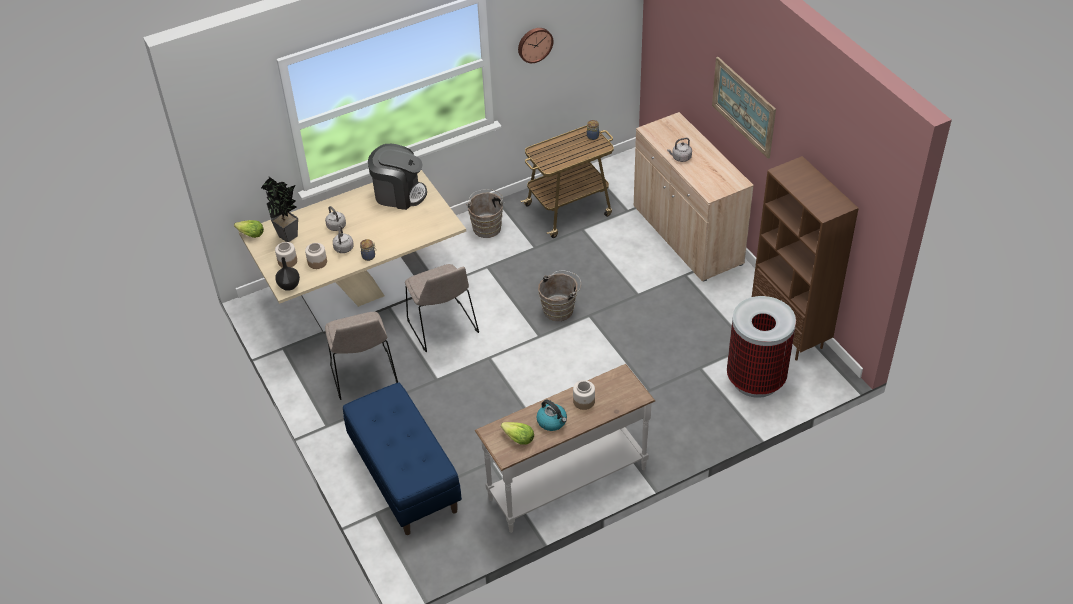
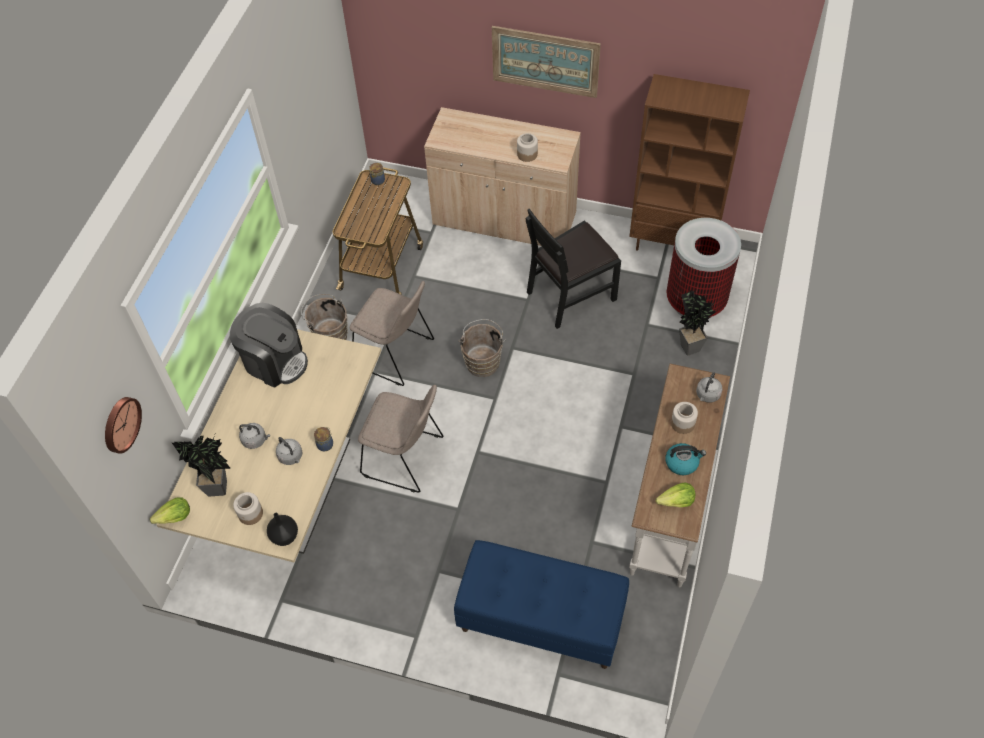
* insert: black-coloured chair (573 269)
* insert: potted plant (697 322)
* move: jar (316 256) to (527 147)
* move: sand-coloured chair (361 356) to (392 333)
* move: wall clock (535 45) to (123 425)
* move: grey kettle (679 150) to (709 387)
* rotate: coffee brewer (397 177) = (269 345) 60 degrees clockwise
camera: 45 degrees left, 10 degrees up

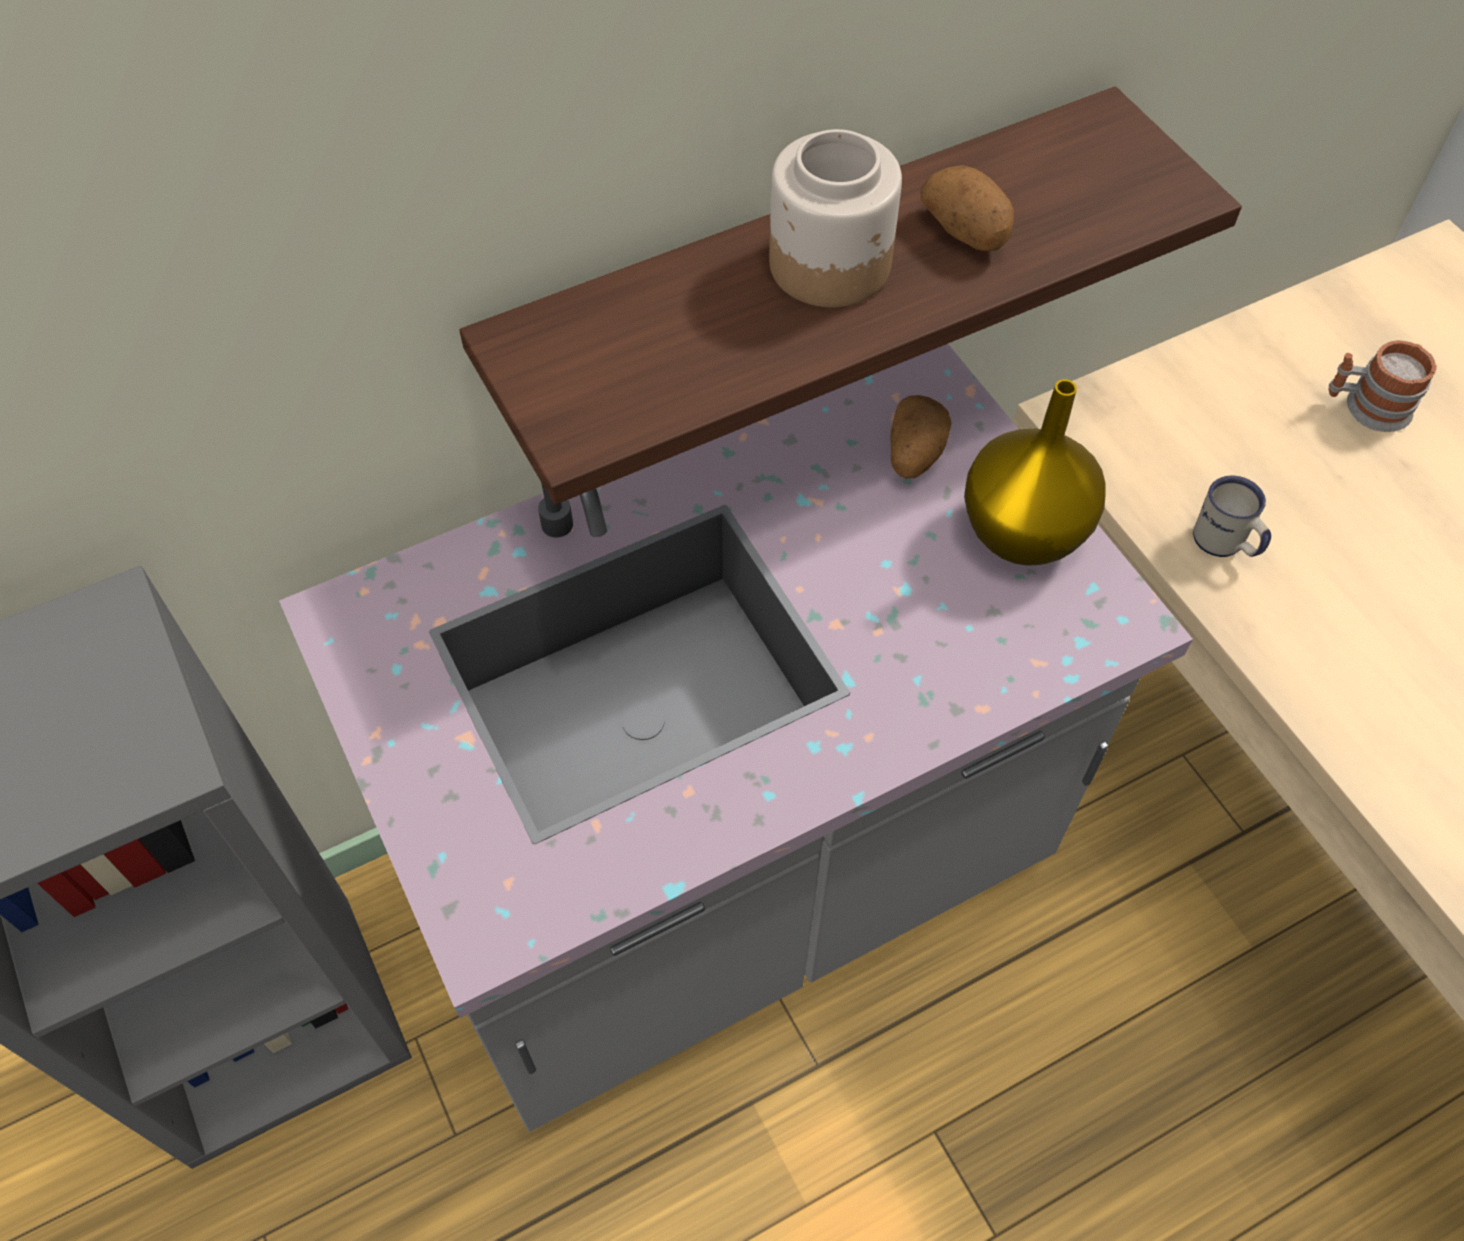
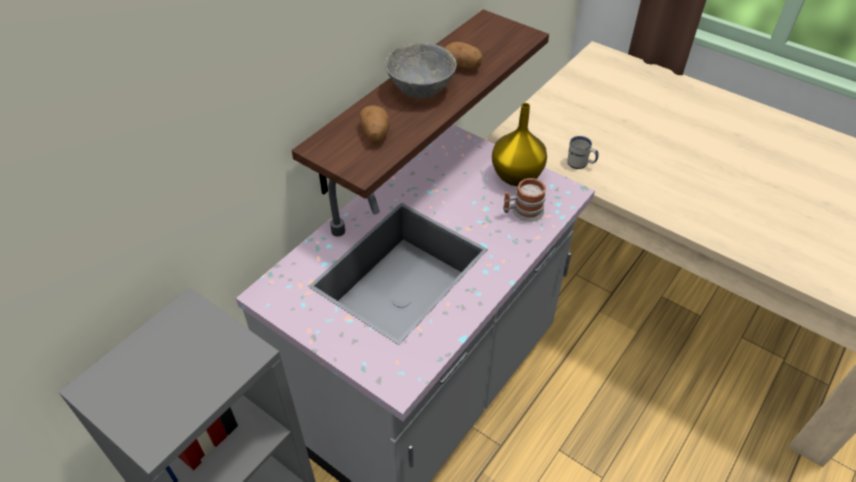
* move: spud (921 437) to (374 124)
* move: coffee mug (1383 386) to (524 200)
* replace: jar (835 218) to grey serving bowl (421 70)
camera: 25 degrees left, 10 degrees down

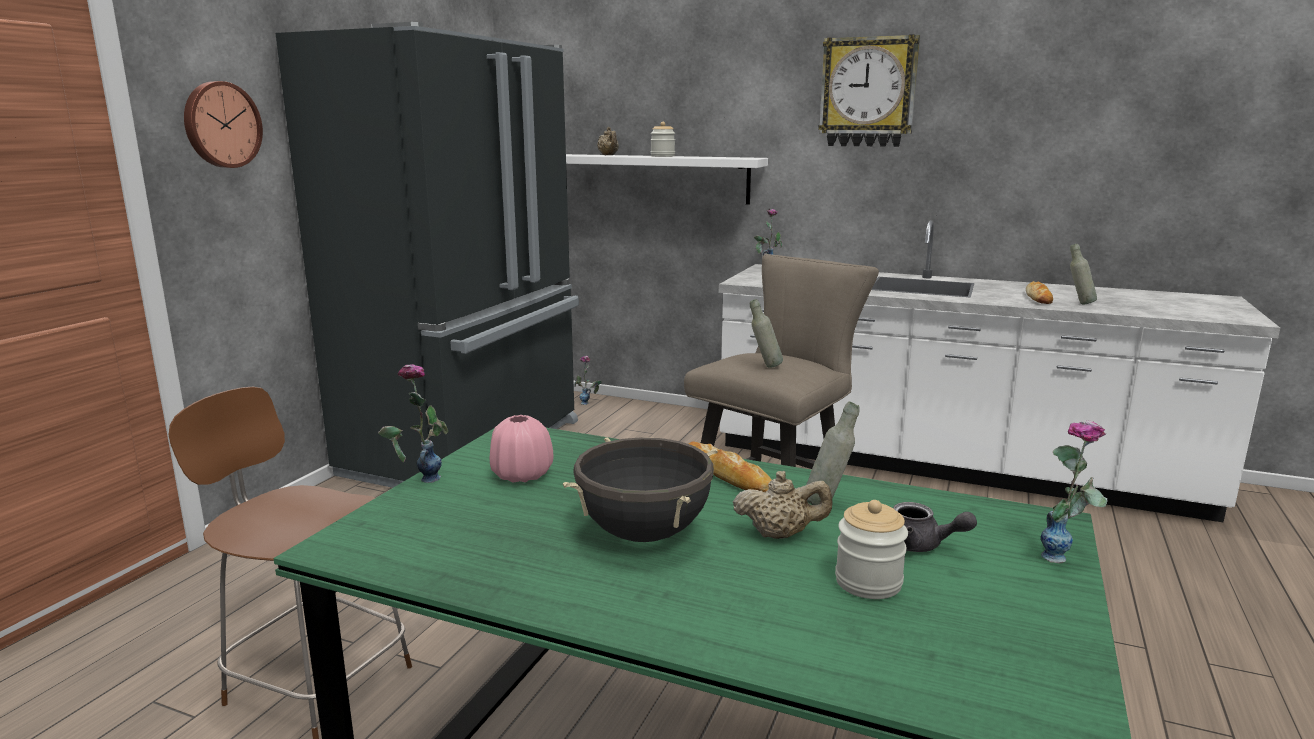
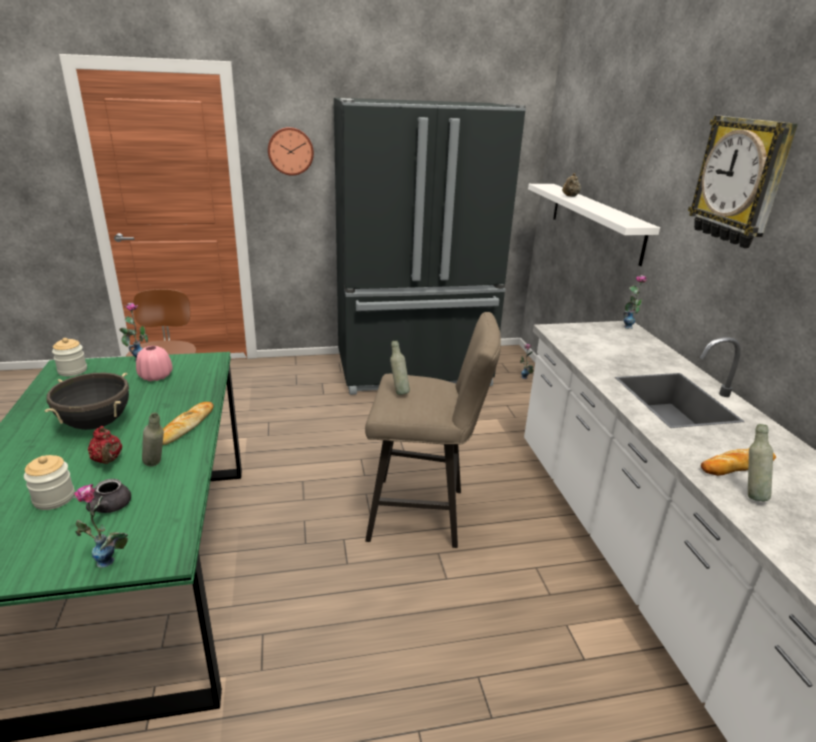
* move: jar (663 139) to (69 357)
* recolor: sand-coloured pot for tea (782 505) to reddish pot for tea (105 445)
camera: 55 degrees right, 10 degrees up

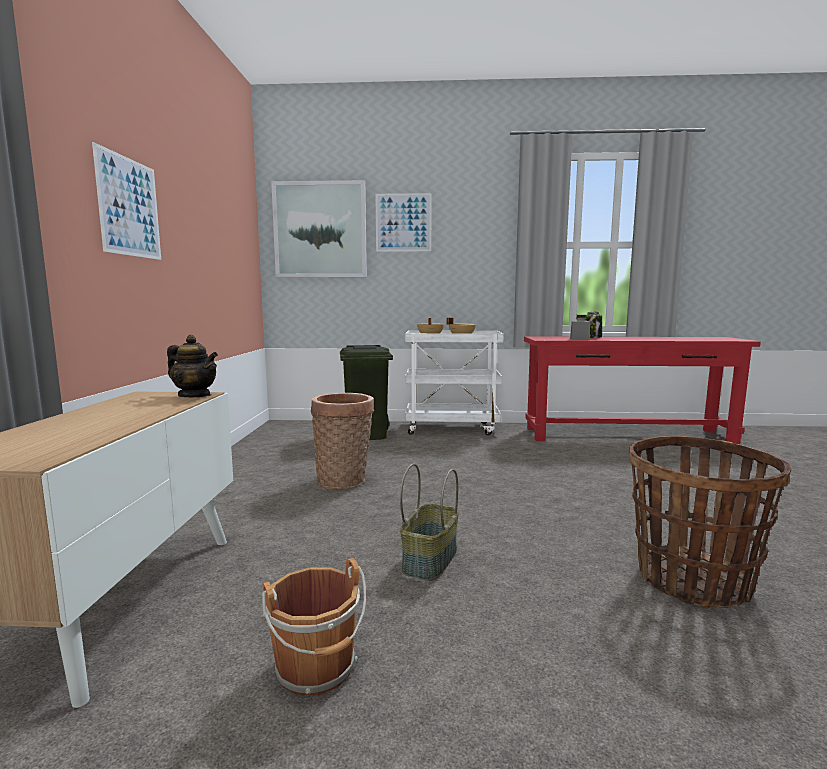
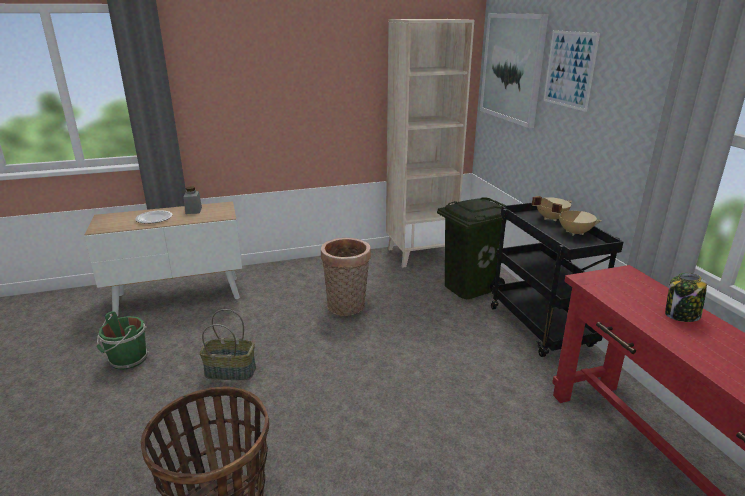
* delete: picture (126 201)
* delete: pot for tea (192 366)
* insert: flat dish (153 216)
* insert: sand-coloured bookcase (430 143)
* move: grey jar (580 327) to (192 200)
* recolor: brown-coloured pail (314 627) to green pail (123 340)
* recolor: whitish wheeled cart (454 383) to black-coloured wheeled cart (557 280)
camera: 70 degrees right, 15 degrees up

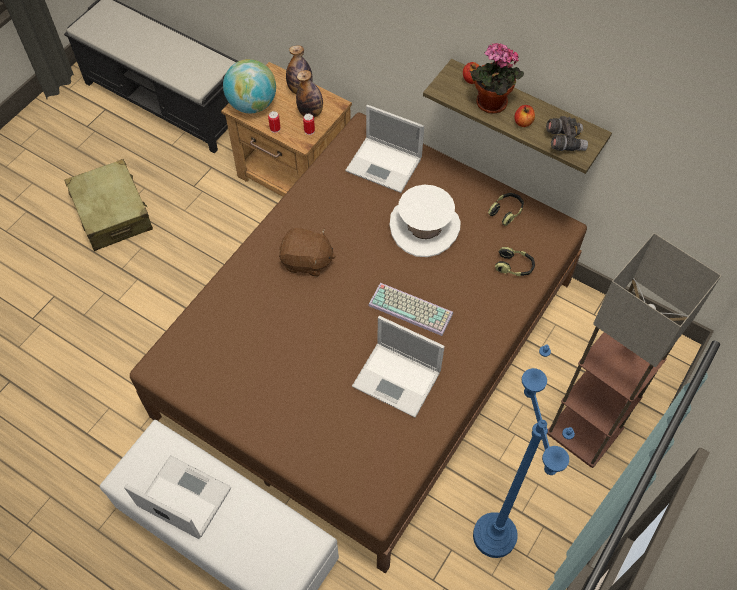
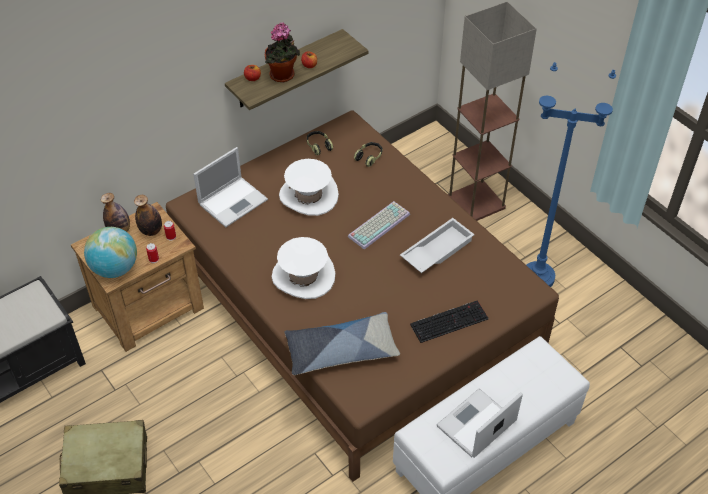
* delete: grey field glasses (567 133)
* insert: pillow (342 343)
* insert: computer keyboard (449 321)
* replace: brown-coloured soft toy (307 252) to whitish wearable hat (303 268)
* replace: laptop (398 367) to whitish carrying tray (437 245)
camera: 70 degrees left, 10 degrees down

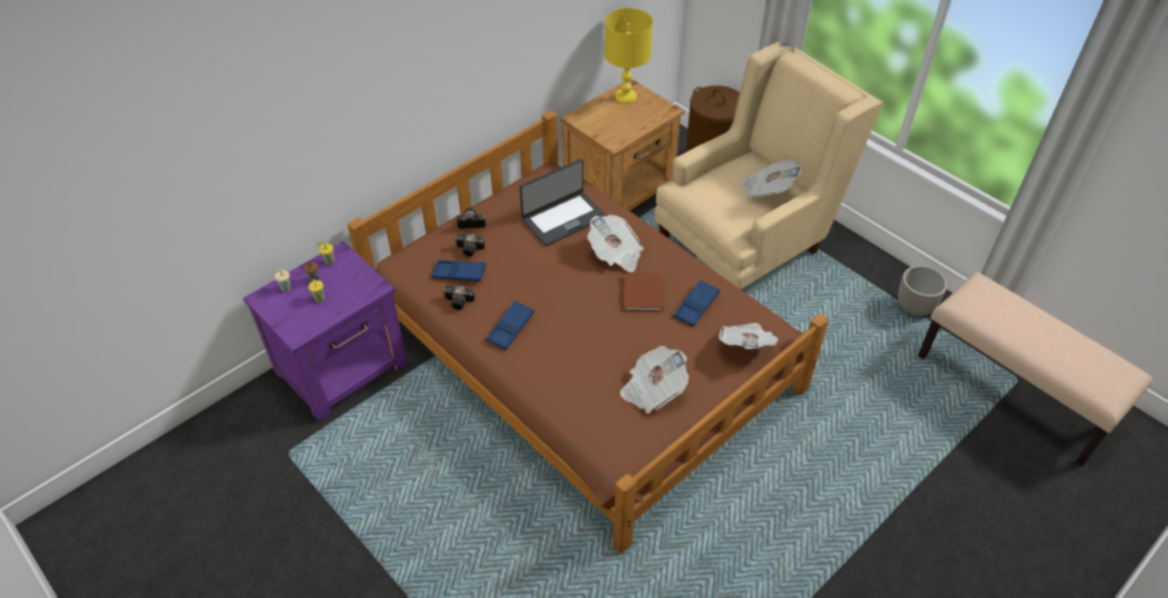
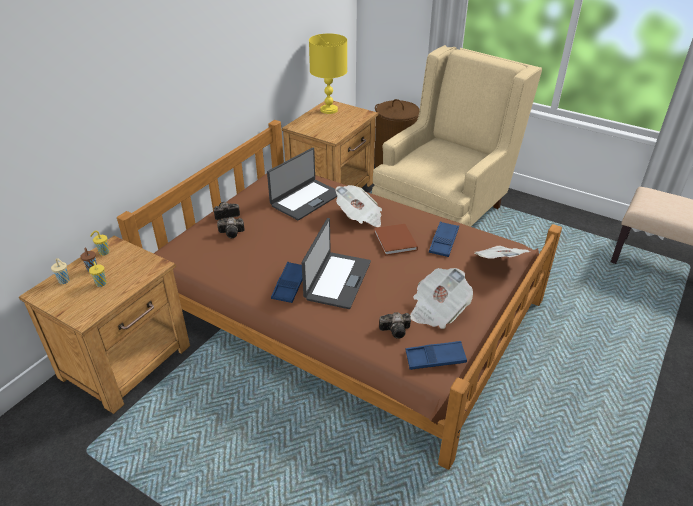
* delete: newspaper (772 179)
* delete: plant pot (922 290)
* insert: laptop (336 263)
* move: bluish carrying tray (459 271) to (436 355)
* move: photo camera (459 297) to (395 325)
* recolor: purple-coloured bedside table (325 331) to brown-coloured bedside table (104 325)
camera: 15 degrees left, 10 degrees down

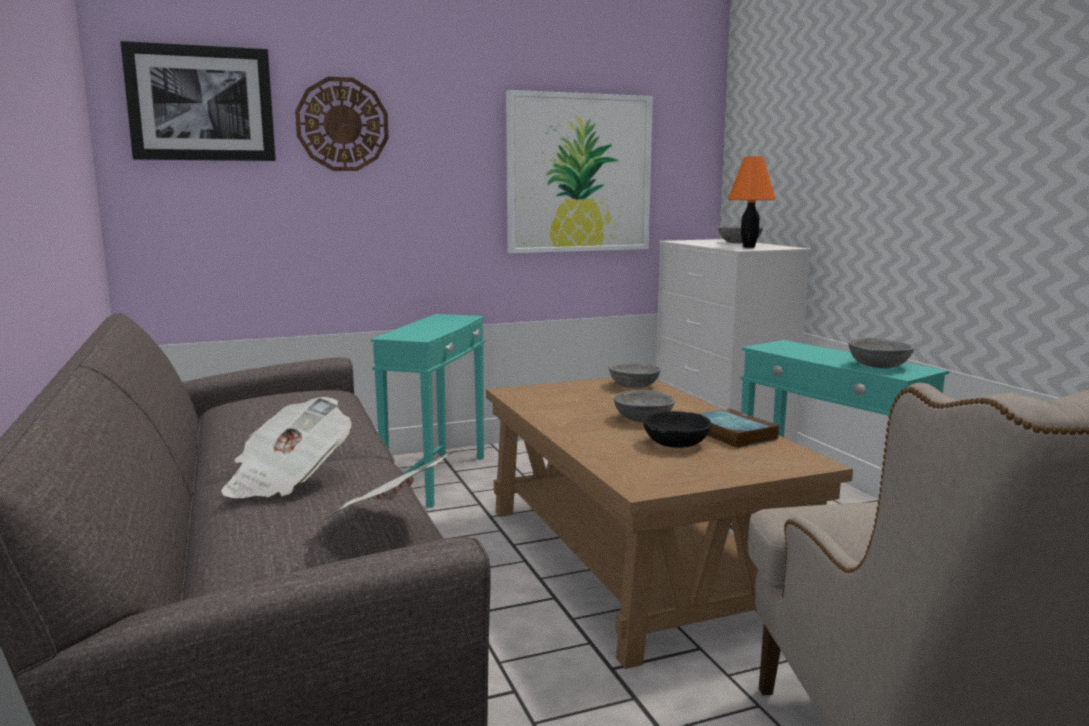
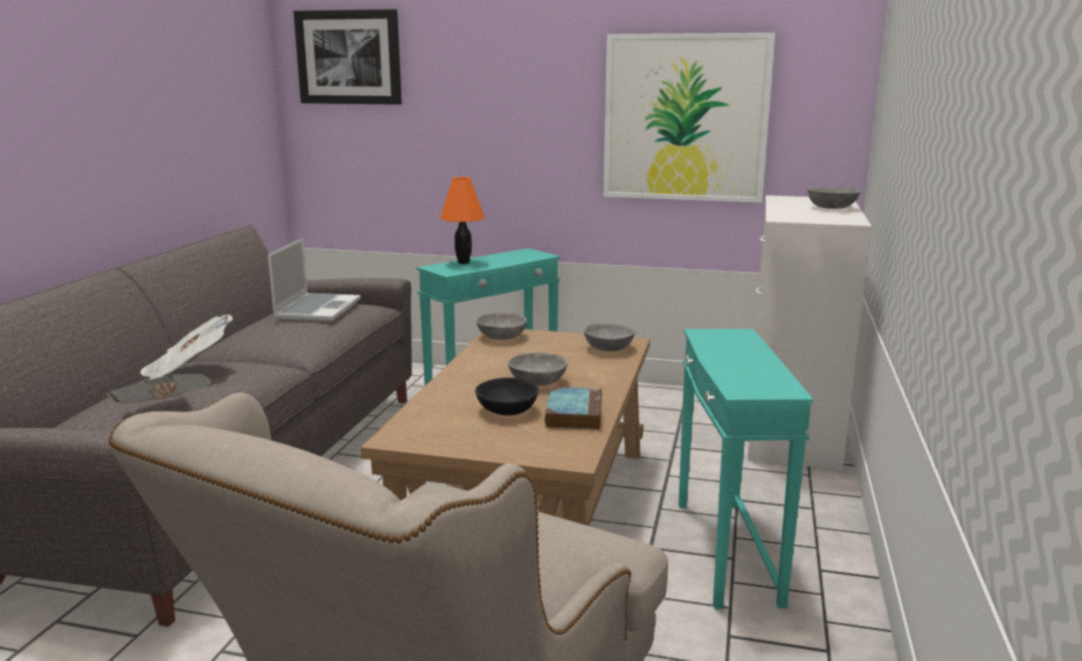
* delete: wall clock (342 124)
* insert: laptop (314 279)
* move: orange-coloured lamp for a table (752 202) to (462 220)
* move: grey serving bowl (881 353) to (501 326)
camera: 35 degrees right, 5 degrees up

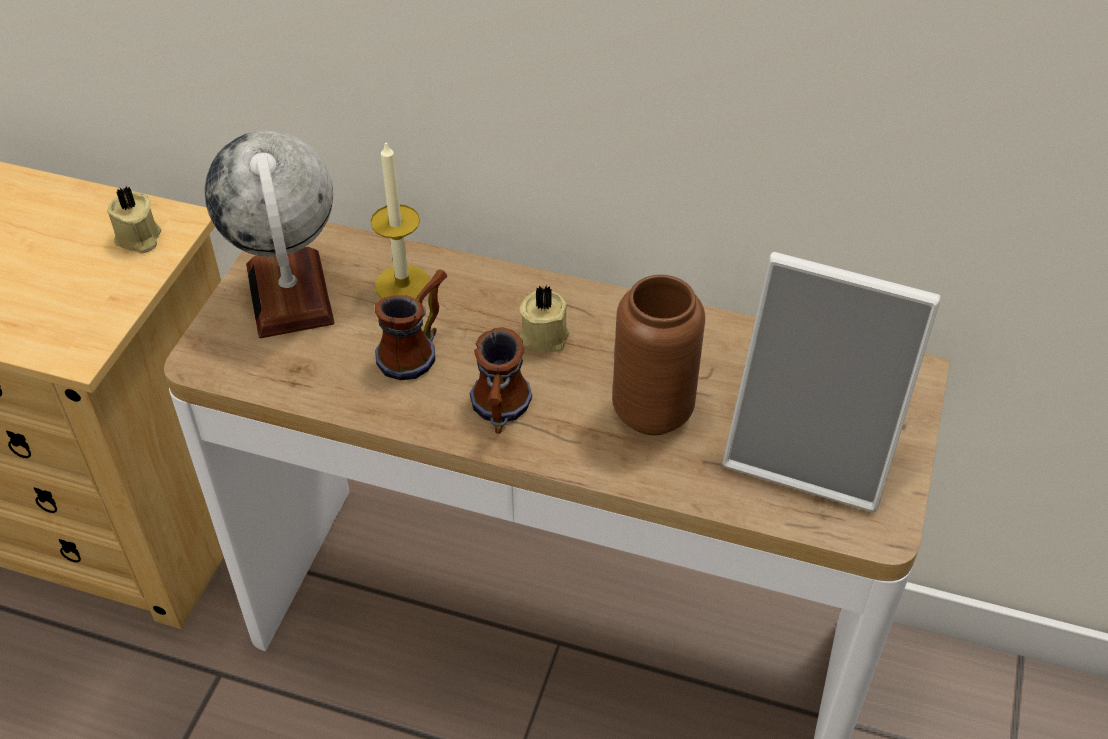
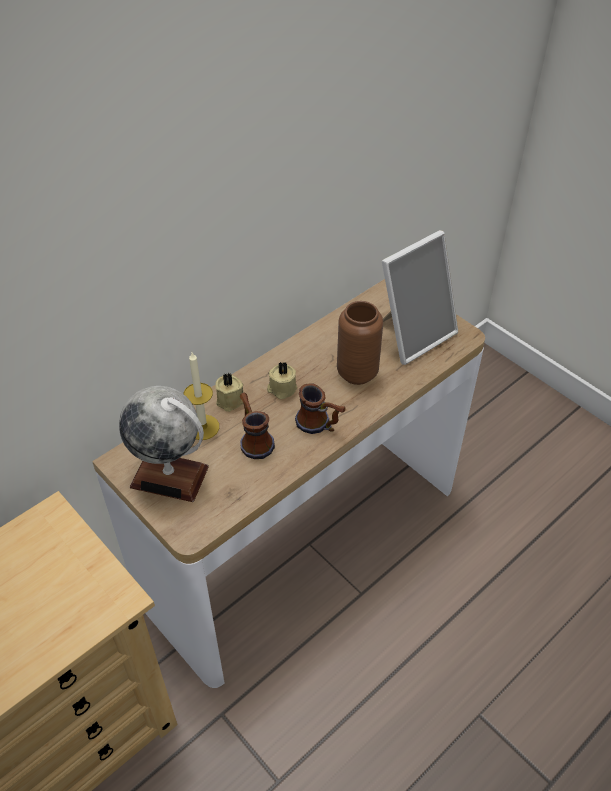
* move: sand-coloured wax light (134 220) to (229 392)
camera: 60 degrees left, 0 degrees up

